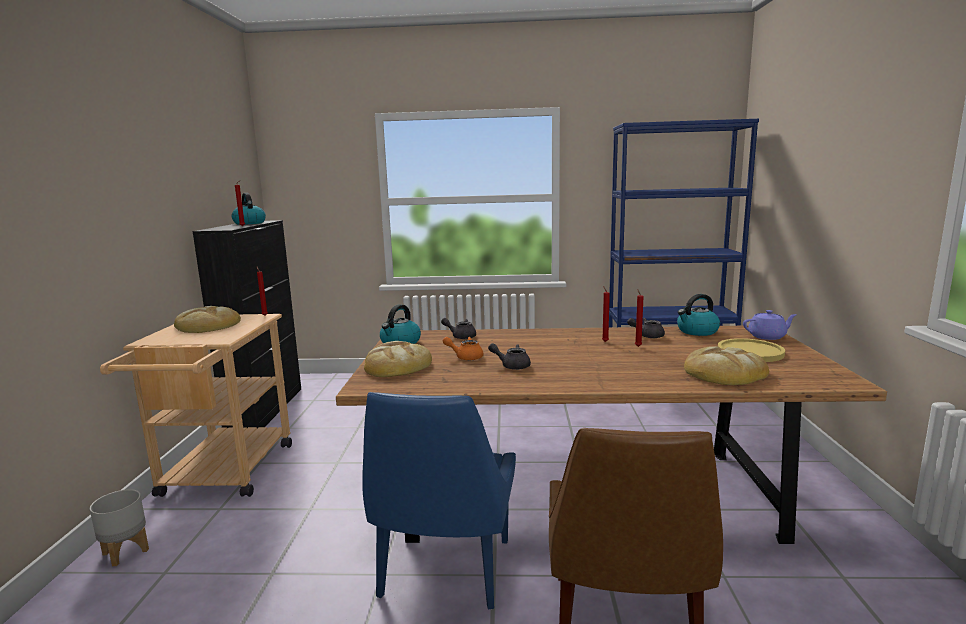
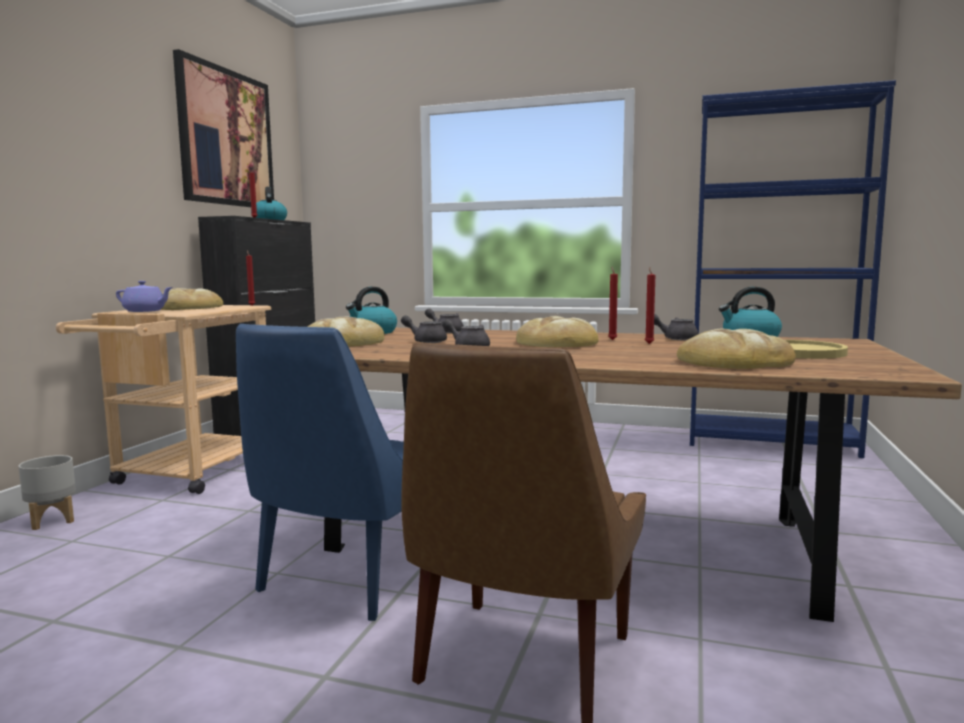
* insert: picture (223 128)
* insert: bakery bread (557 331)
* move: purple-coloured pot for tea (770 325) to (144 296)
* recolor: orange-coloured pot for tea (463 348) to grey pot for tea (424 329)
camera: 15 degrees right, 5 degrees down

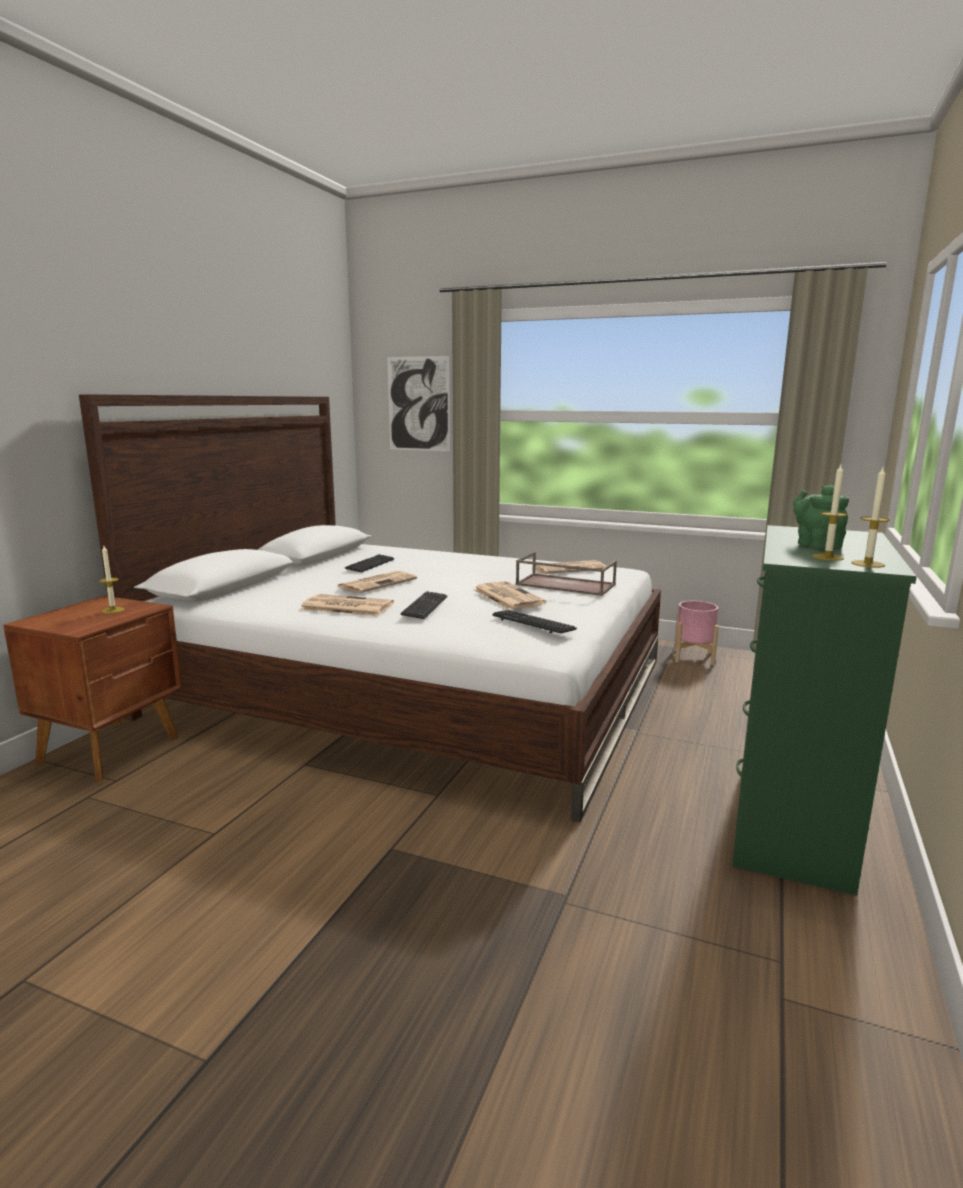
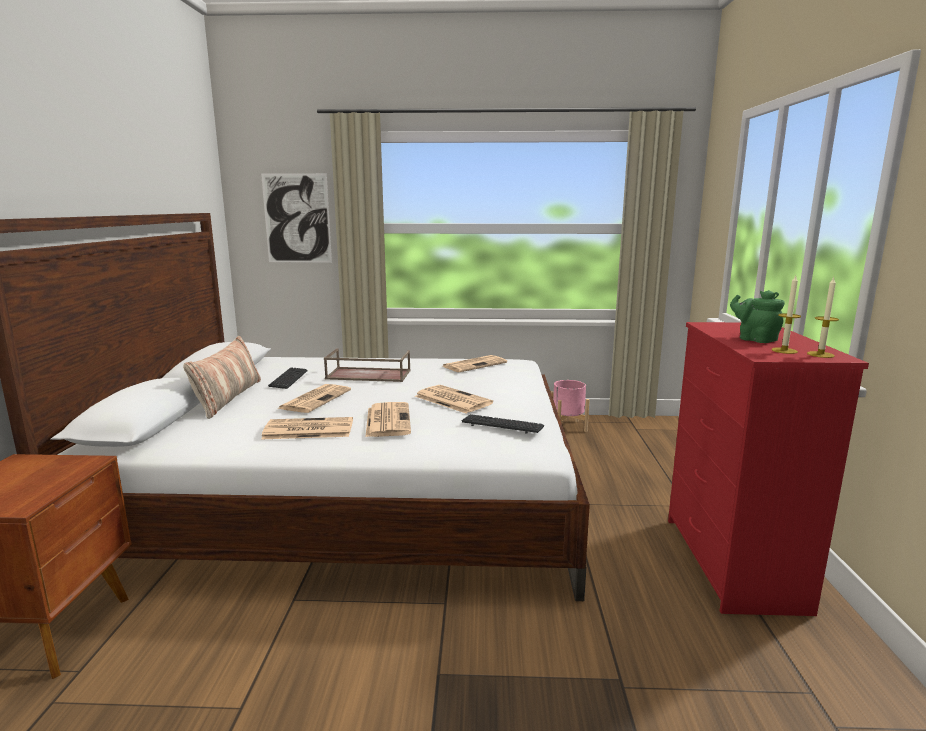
* delete: wax light (111 580)
* insert: pillow (222 377)
* move: brown-coloured carrying tray (566 574) to (367 365)
* replace: computer keyboard (423 605) to newspaper (388 419)
* recolor: green chest of drawers (824 710) to reddish chest of drawers (768 469)
camera: 20 degrees left, 0 degrees up

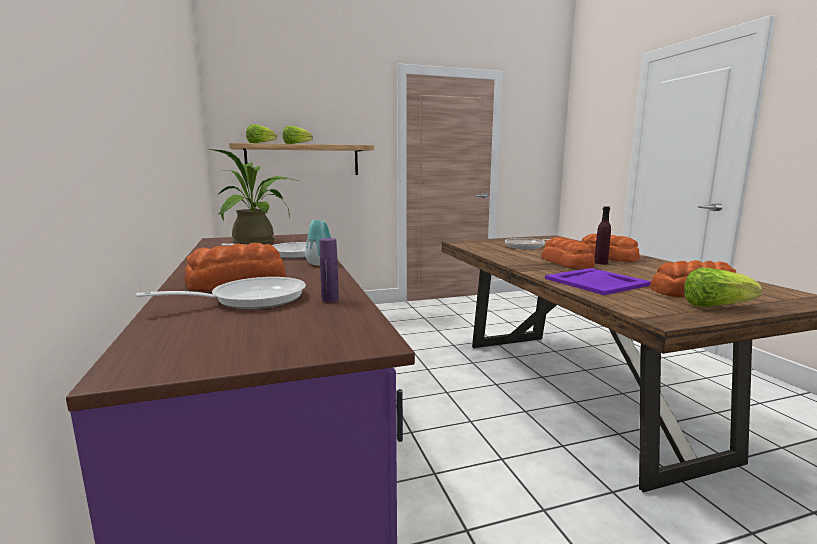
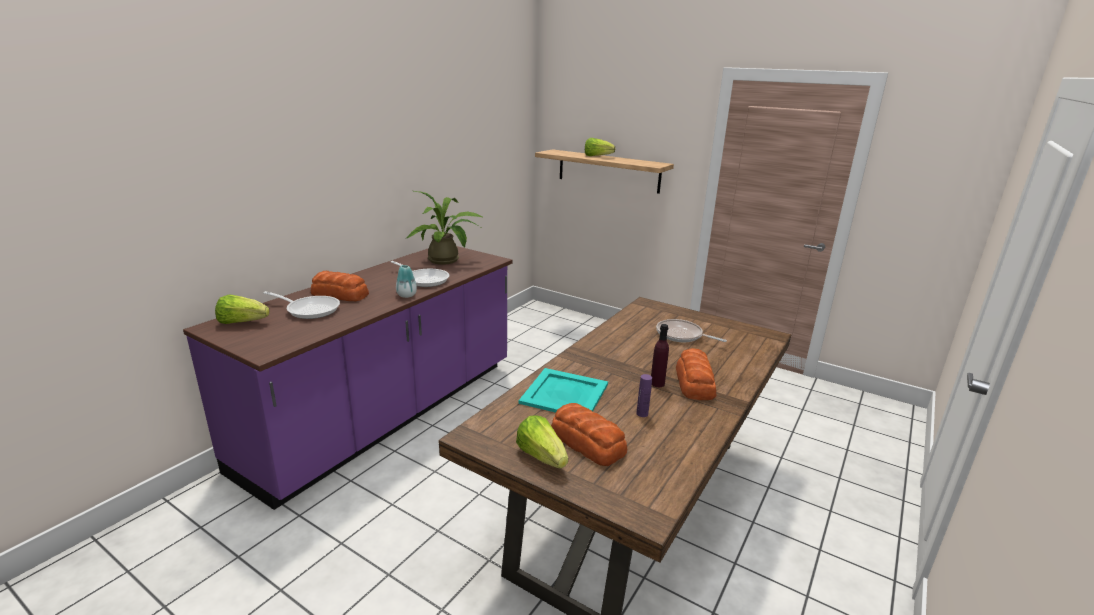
* delete: bakery bread (568 253)
* move: head of lettuce (261 133) to (242 309)
* move: purple-coloured drink bottle (329 270) to (644 395)
* recolor: purple-coloured carrying tray (598 281) to turquoise carrying tray (563 390)
camera: 50 degrees right, 10 degrees up

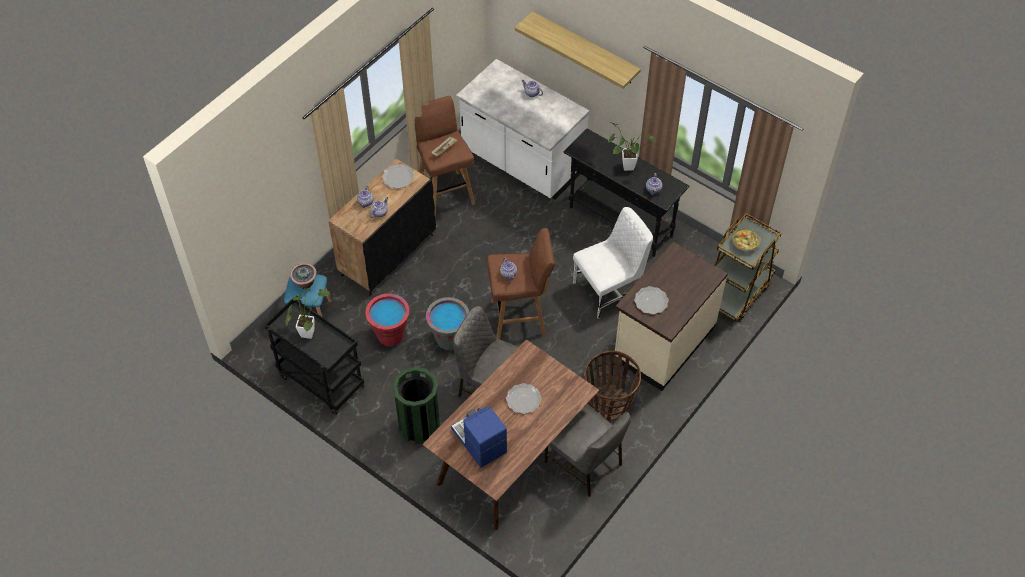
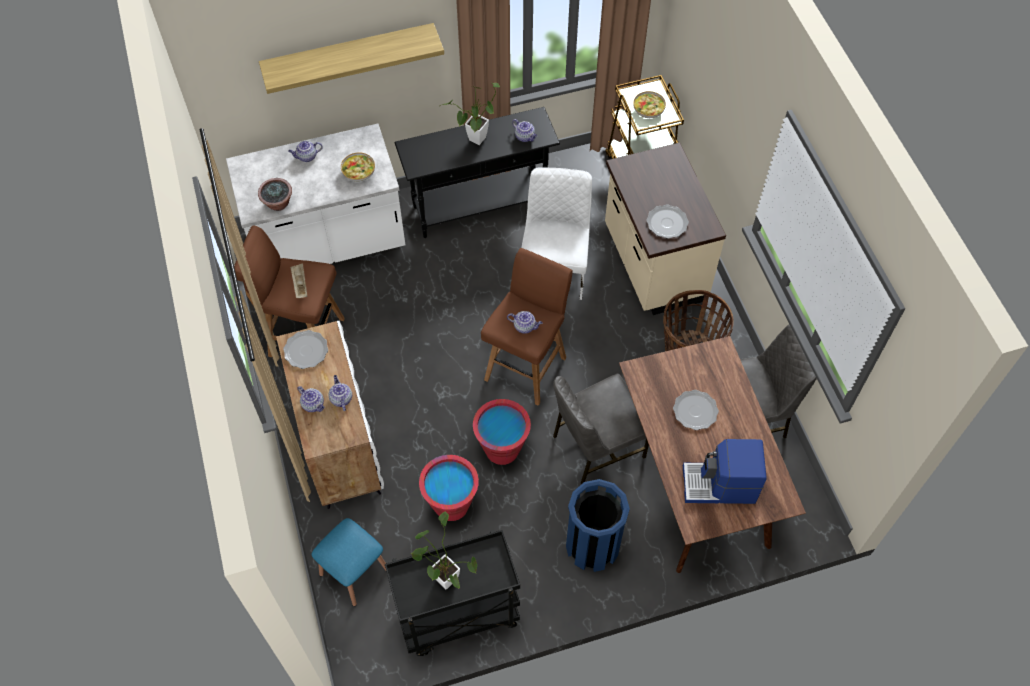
* insert: serving bowl (358 167)
* move: potted plant (303 276) to (275 194)
* recolor: black-coloured storage cabinet (382 227) to whitish storage cabinet (330 415)
* recolor: green waste bin (416 405) to bluish waste bin (598 525)
* recolor: grey pail (447 323) to reddish pail (502 432)
camera: 55 degrees left, 5 degrees up

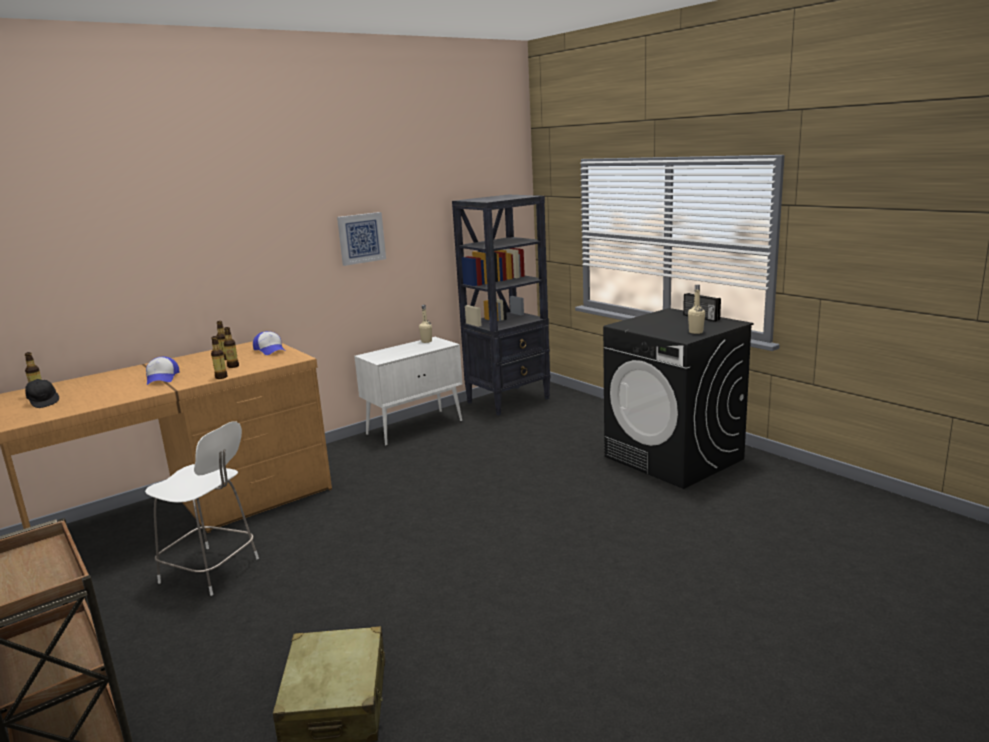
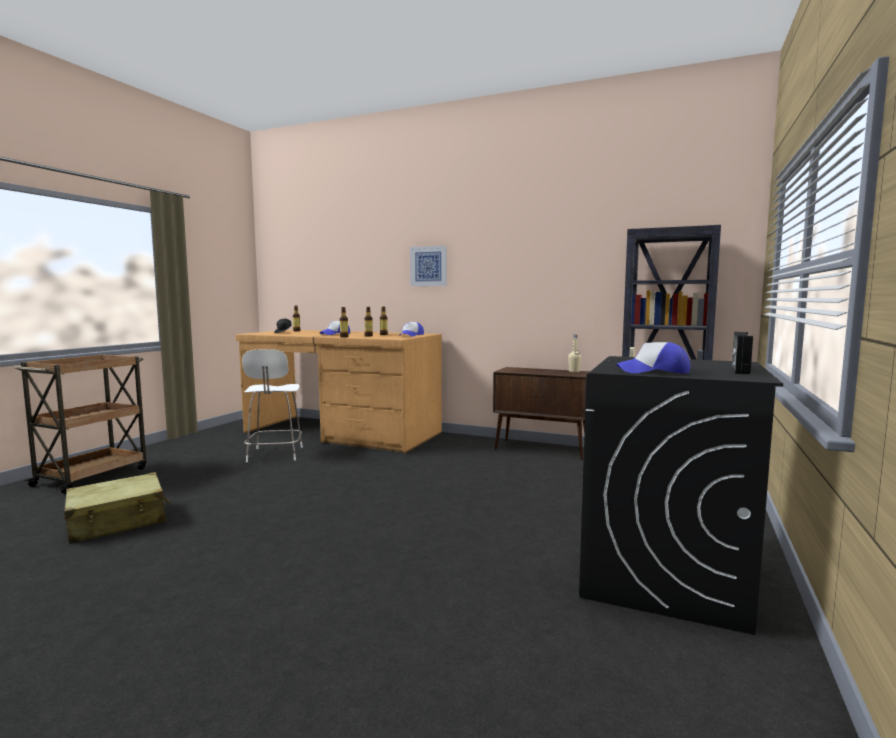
* move: picture (361 239) to (428 266)
* replace: sand-coloured drink bottle (696 309) to cap (654 358)
* recolor: whitish storage cabinet (408 391) to brown-coloured storage cabinet (541 413)
camera: 60 degrees right, 10 degrees down

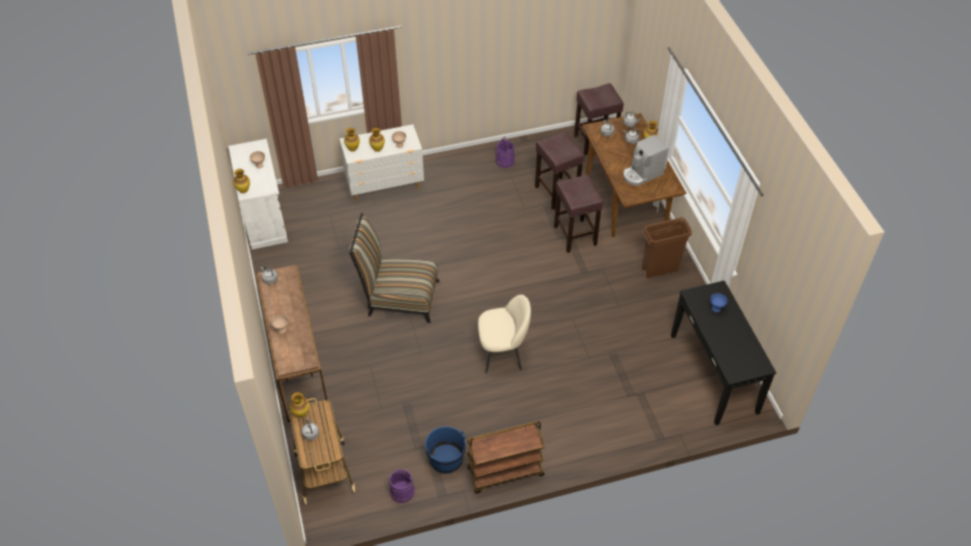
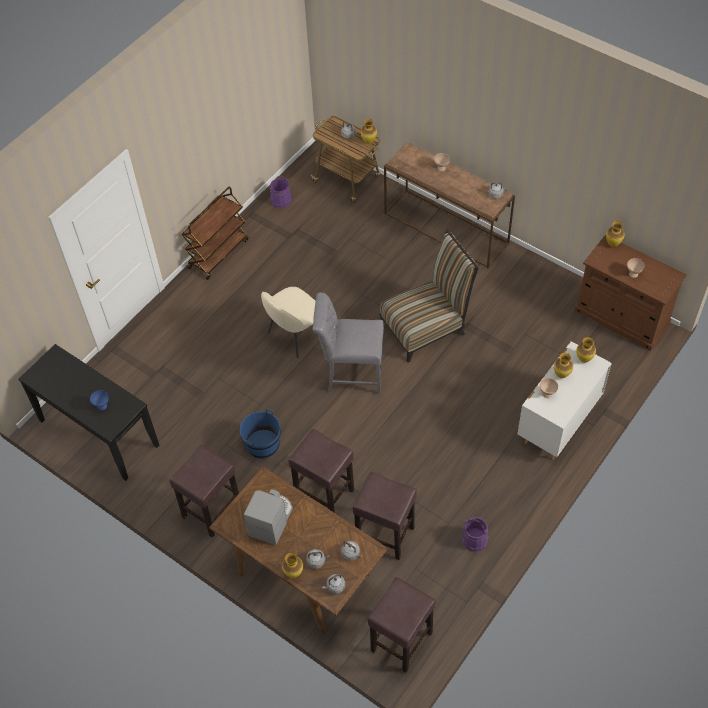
* insert: grey chair (348 343)
* move: bluish pail (445 450) to (260 434)
* replace: brown-coloured waste bin (667 247) to brown-coloured sitting stool (204 491)
* recolor: whitish storage cabinet (258 194) to brown-coloured storage cabinet (630 292)
camera: 145 degrees right, 5 degrees up

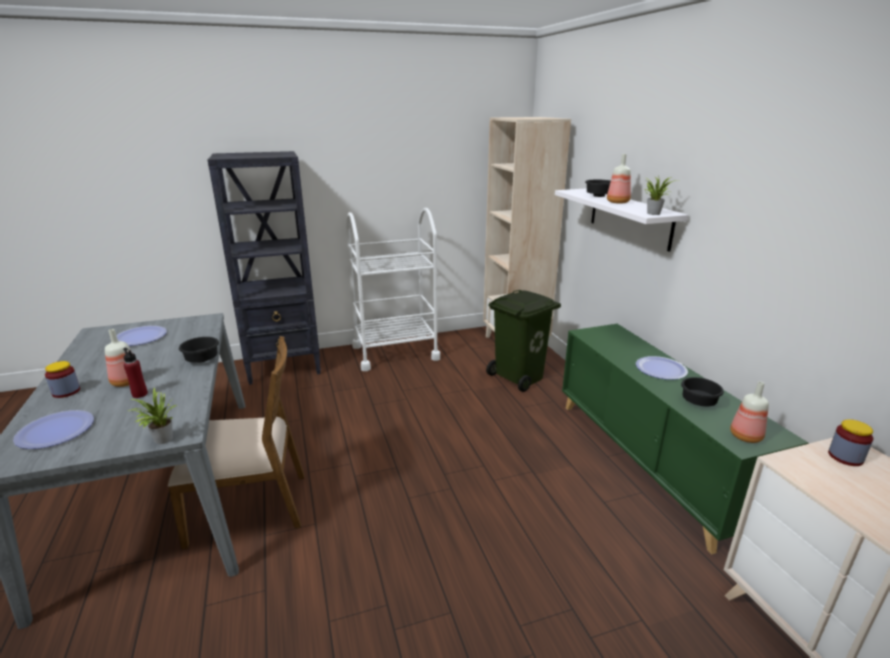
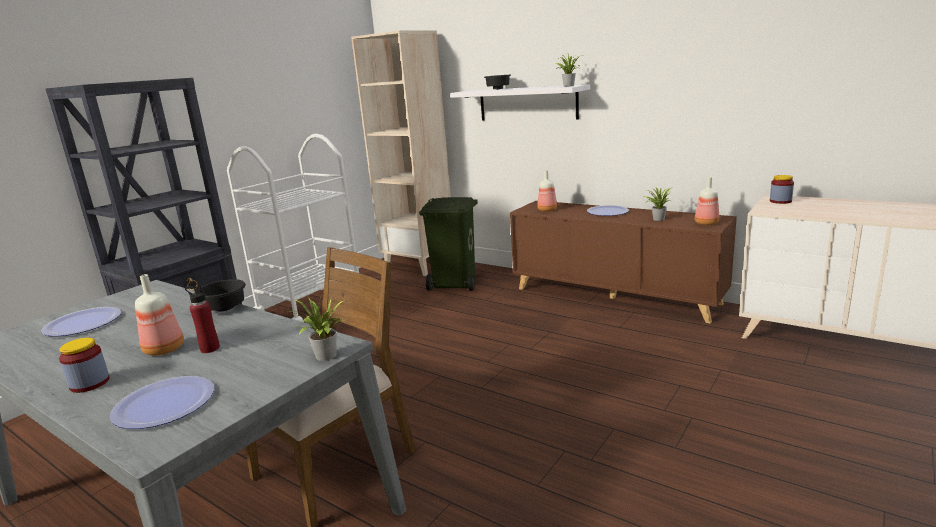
* move: drink bottle (619 179) to (547 191)
* replace: black-coloured serving bowl (702 391) to potted plant (658 204)
* recolor: green storage cabinet (685 439) to brown-coloured storage cabinet (623 262)
camera: 35 degrees left, 5 degrees down

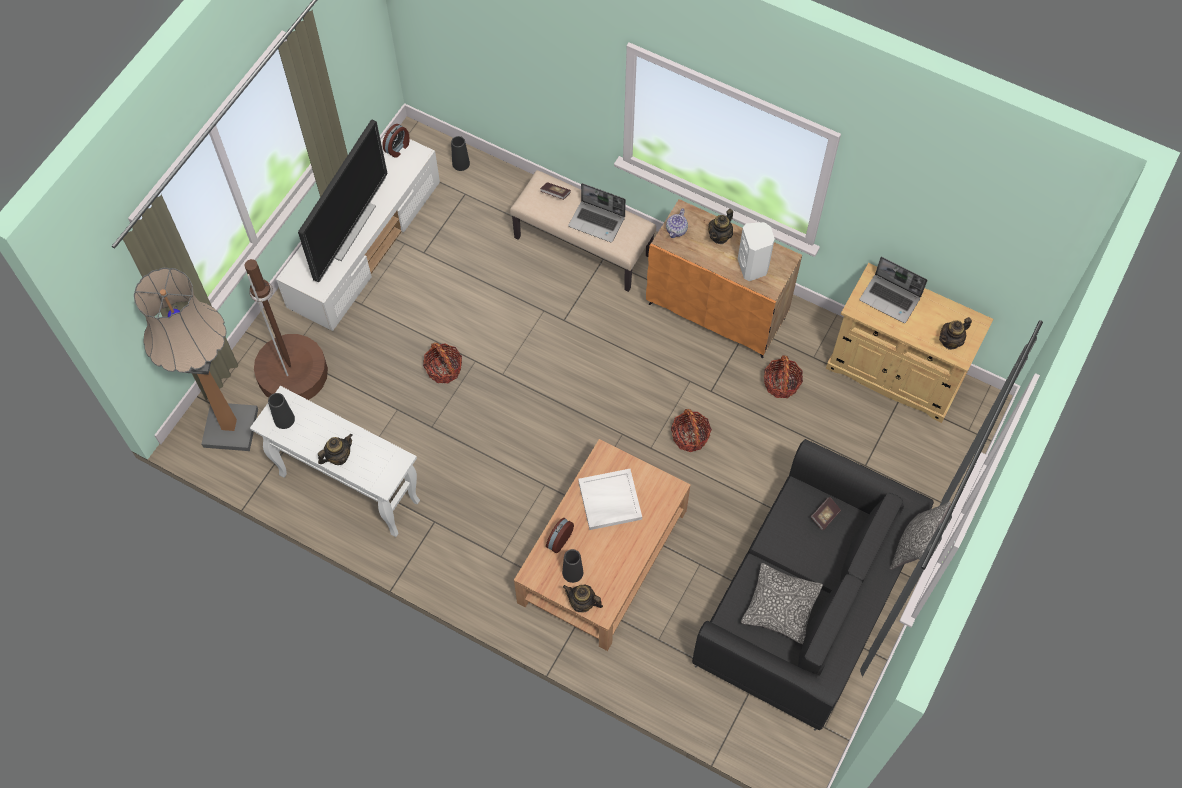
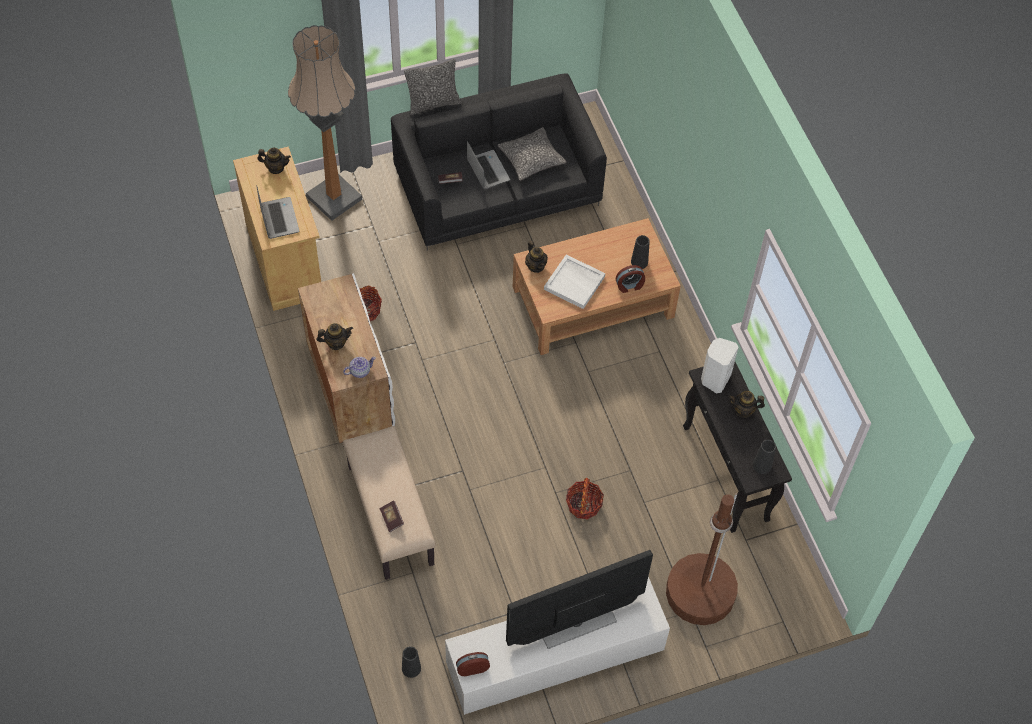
* delete: basket (691 430)
* move: standing lamp (196 359) to (325 123)
* move: pot for tea (583 598) to (536 257)
* move: laptop (597 212) to (488 165)
* move: whitish audio speaker (756 251) to (720 365)
* recolor: whitish narrow table (335 461) to black-coloured narrow table (737 447)
* recolor: orange-coloured storage cabinet (724 278) to whitish storage cabinet (346 360)
camera: 140 degrees left, 5 degrees down

